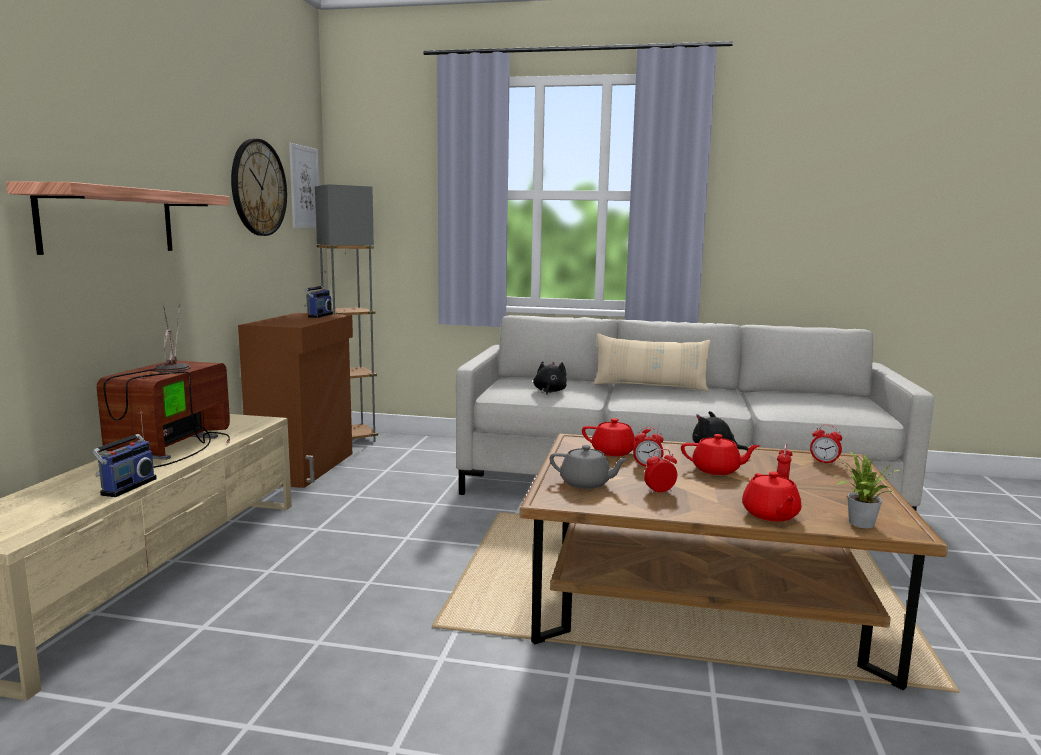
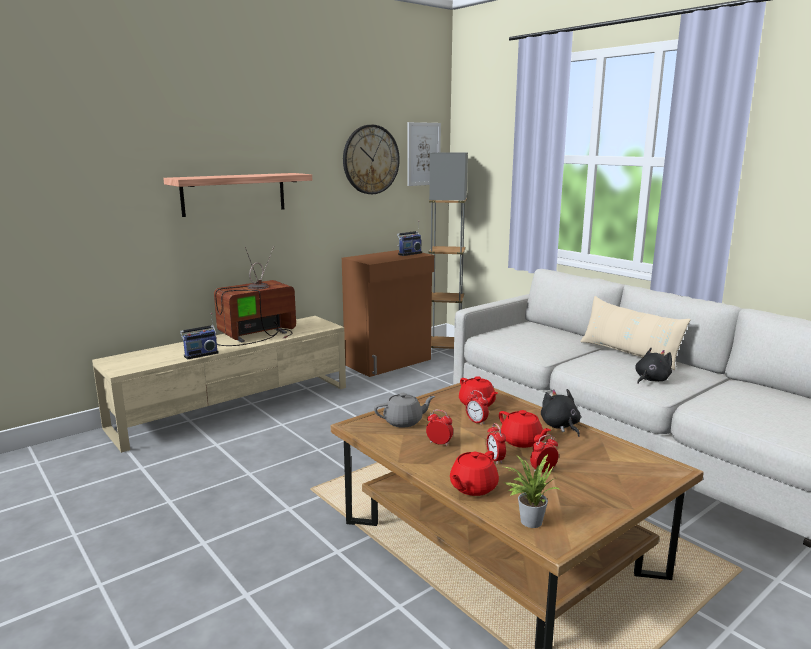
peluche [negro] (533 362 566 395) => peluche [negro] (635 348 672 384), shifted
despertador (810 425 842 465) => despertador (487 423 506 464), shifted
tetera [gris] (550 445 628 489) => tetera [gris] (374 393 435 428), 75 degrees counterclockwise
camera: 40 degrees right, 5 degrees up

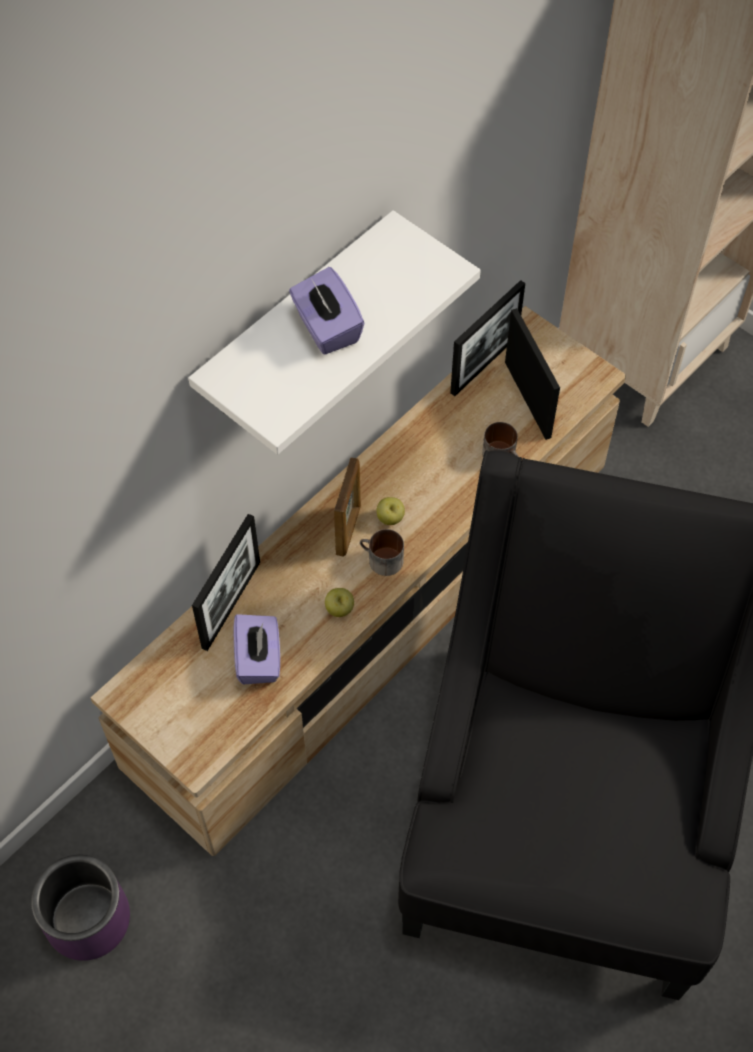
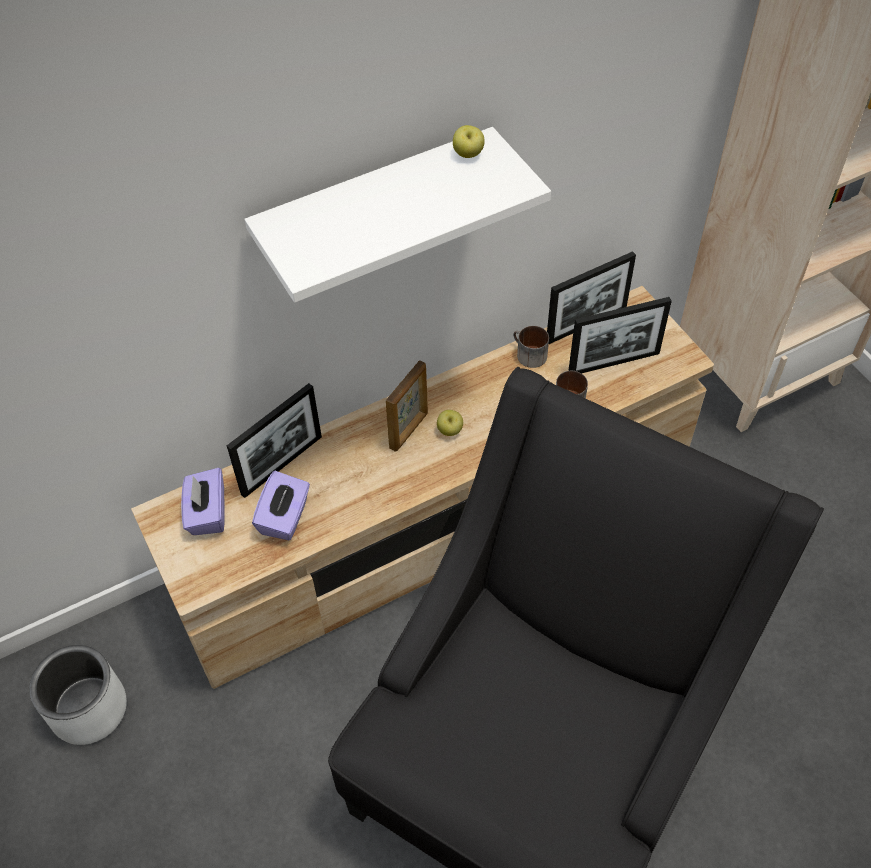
caja de pañuelos [morado] (289 267 364 354) => caja de pañuelos [morado] (181 468 224 535), shifted
portarretratos (505 308 560 440) => portarretratos (568 297 672 373), 75 degrees clockwise
taza grande (360 529 404 576) => taza grande (513 326 549 368), shifted
manzana (325 588 354 617) => manzana (453 125 485 158), shifted
maceta [morado] (31 855 130 961) => maceta [blanco] (29 645 127 745)
camera: 20 degrees right, 5 degrees down

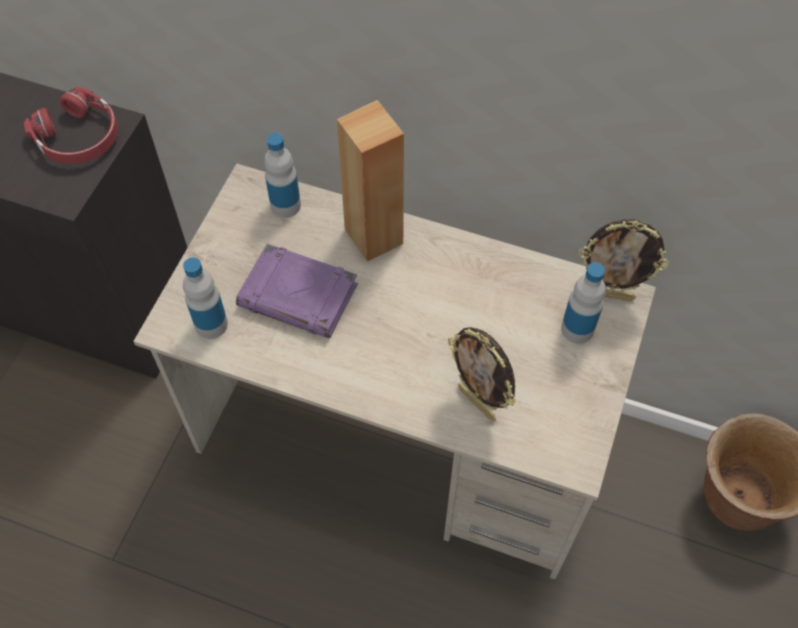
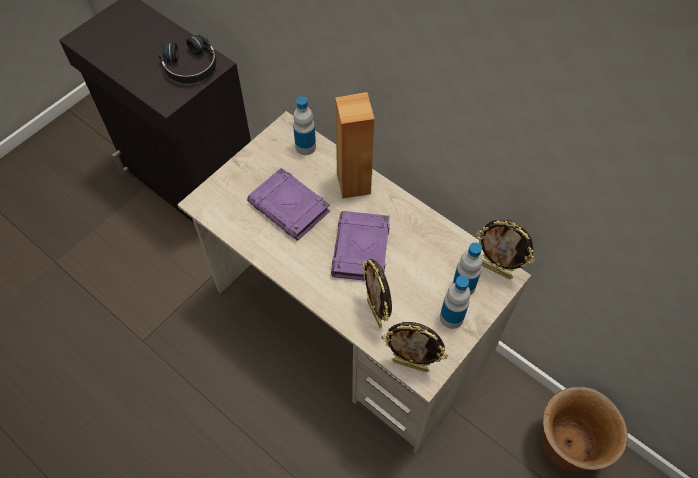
auriculares [rojo] (24 87 118 164) => auriculares [negro] (159 35 217 83)
botella (183 257 228 339) => botella (440 276 470 329), shifted
nothing => libro [morado] (331 211 390 281)
nothing => portarretratos (381 322 448 372)
camera: 20 degrees right, 0 degrees up

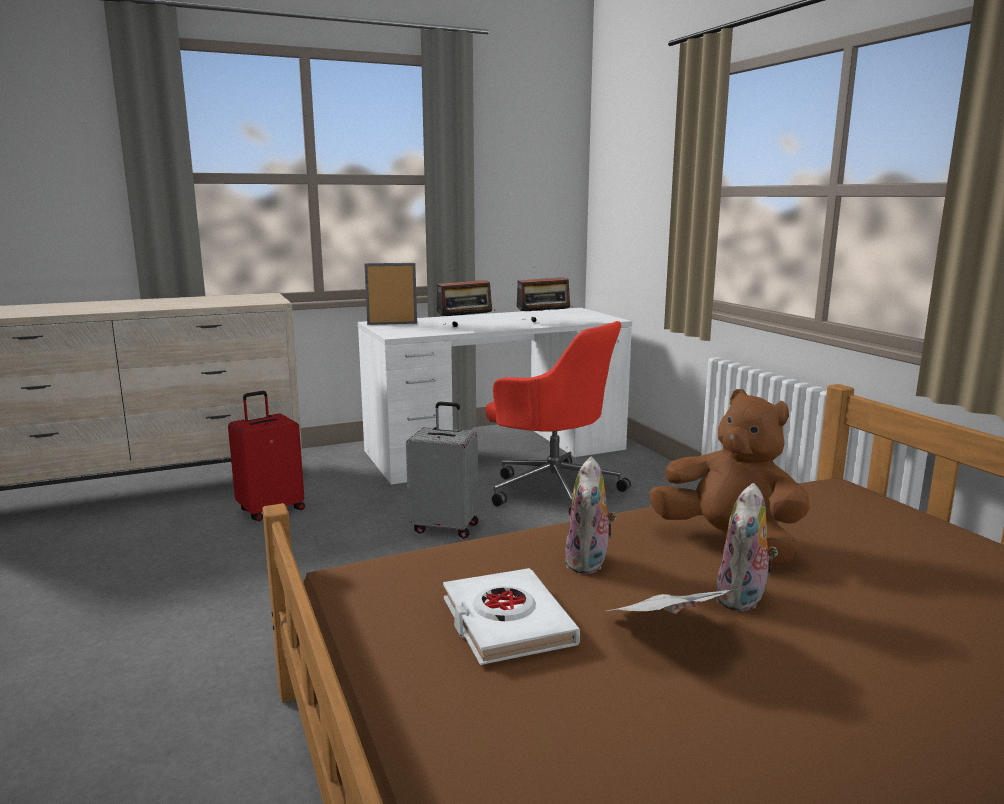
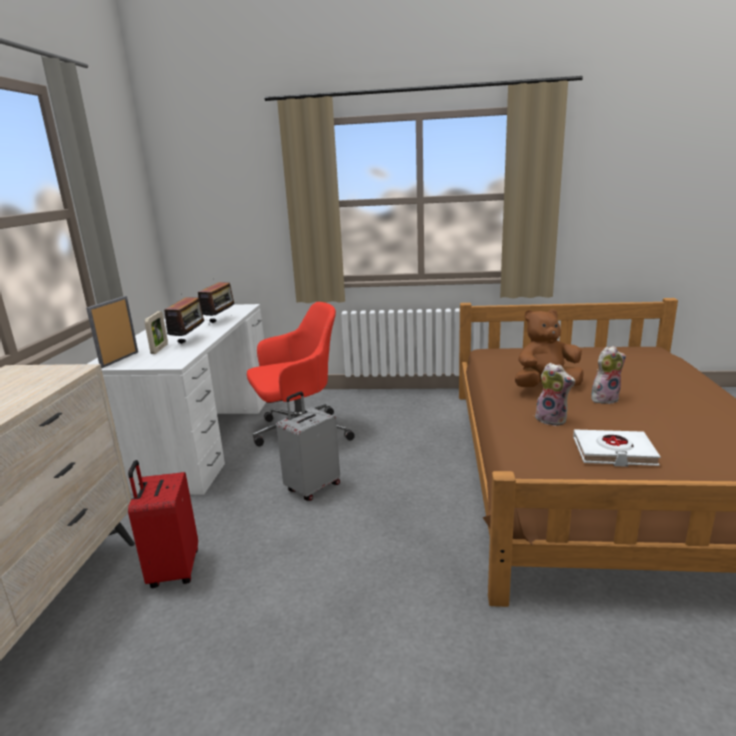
peluche (716 483 778 612) => peluche (591 346 626 404), 75 degrees counterclockwise
periódico (605 589 741 614) => nothing
nothing => portarretratos (144 311 168 354)
camera: 60 degrees left, 5 degrees up

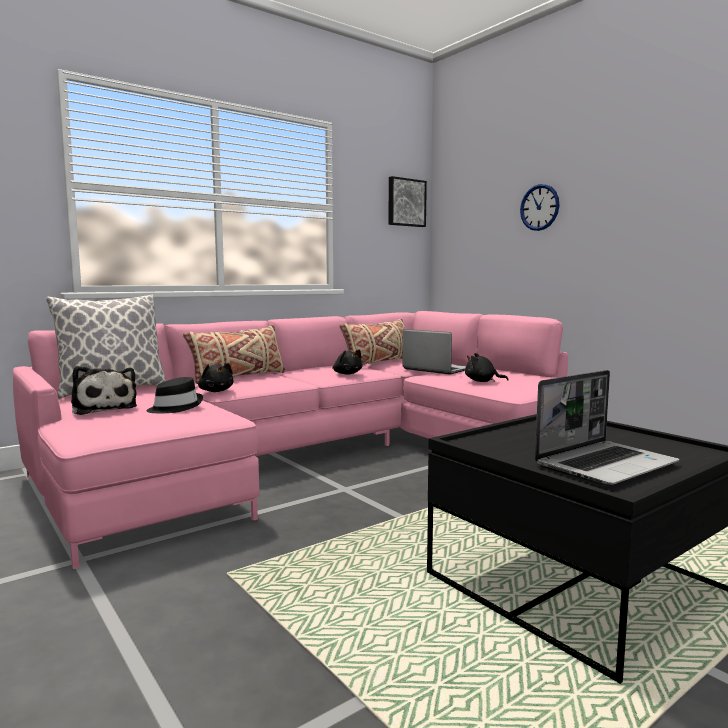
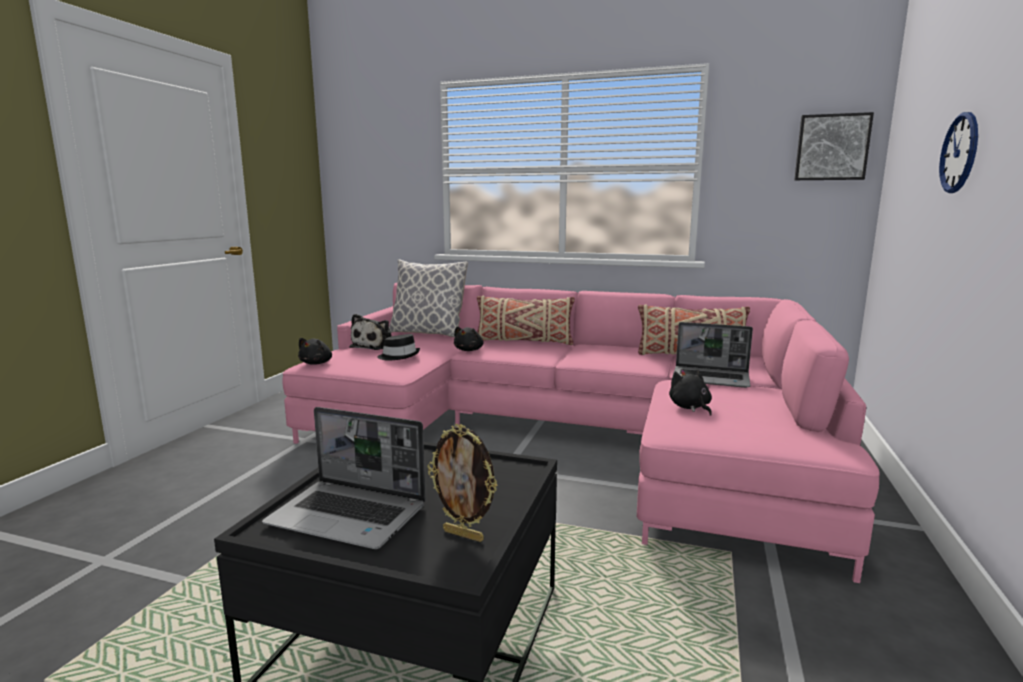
portátil (402 329 466 374) => portátil (672 322 753 388), 105 degrees clockwise
peluche [negro] (333 350 363 375) => peluche [negro] (298 338 332 365), shifted
nothing => portarretratos (428 424 497 542)
camera: 55 degrees right, 5 degrees up

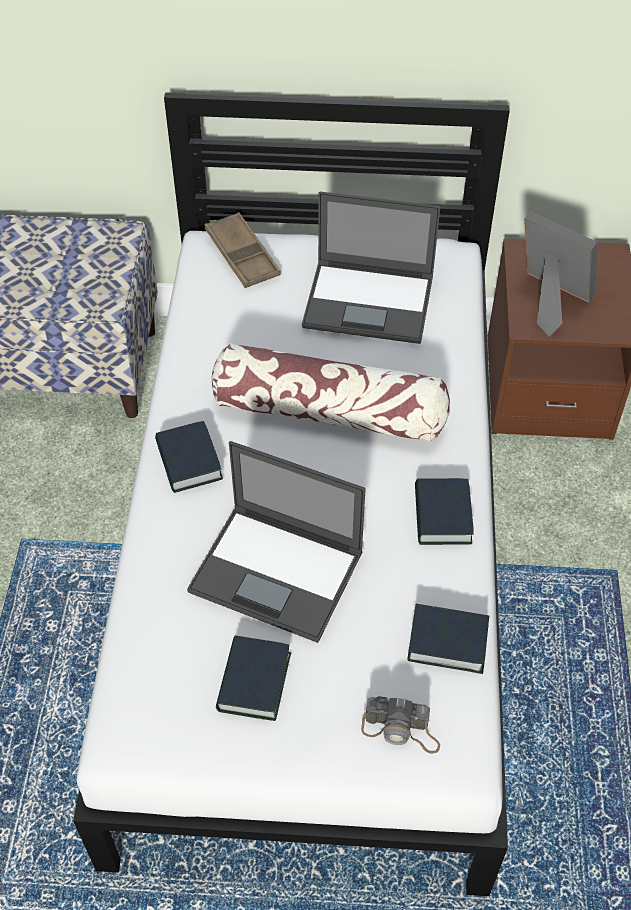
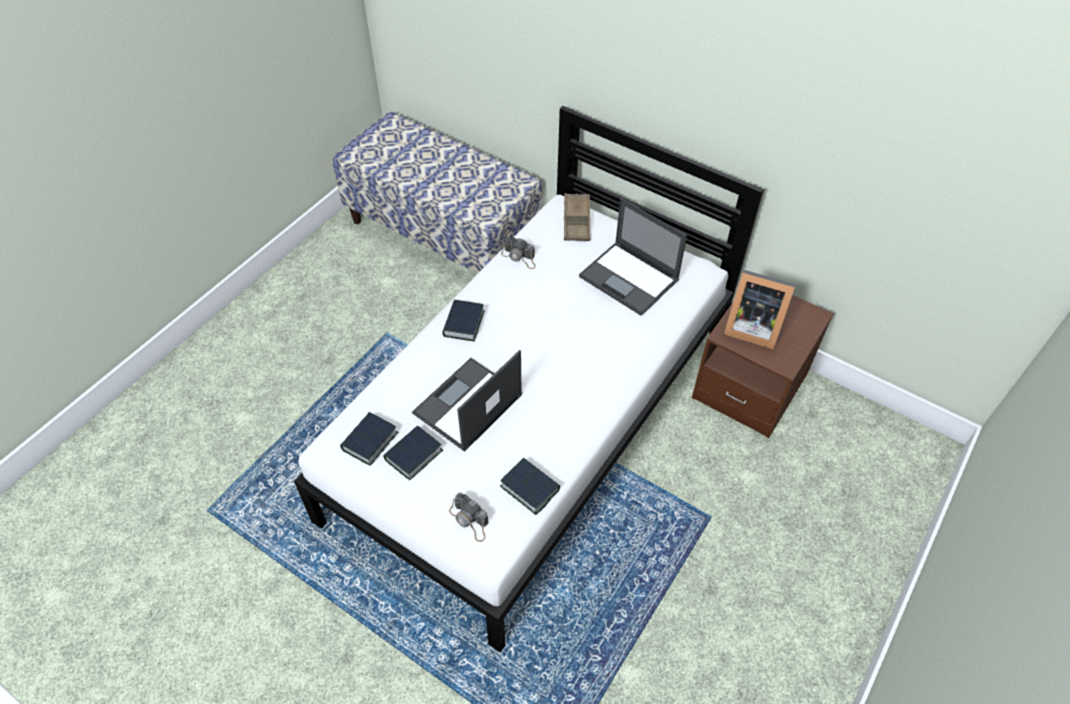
portarretratos (524 212 598 336) => portarretratos (724 270 796 349), 135 degrees clockwise
cojín (211 343 450 442) => nothing
portátil (187 441 366 643) => portátil (412 350 522 452), 75 degrees clockwise
libro (415 478 473 545) => libro (340 412 398 466), shifted
nothing => cámara (501 237 536 269)
camera: 30 degrees right, 0 degrees up

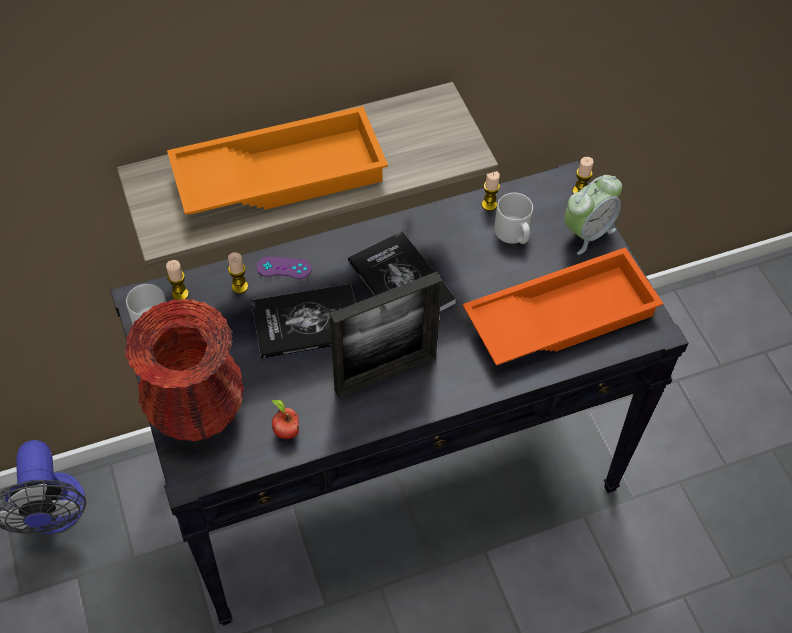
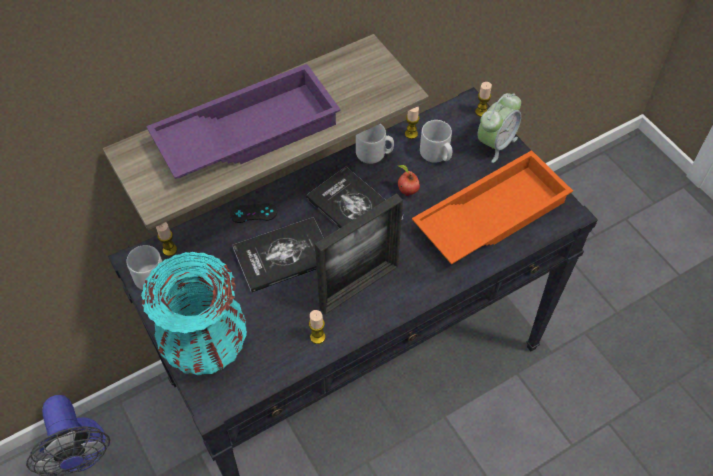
bandeja [naranja] (167 106 388 215) => bandeja [morado] (146 64 341 179)
vela (228 252 248 294) => vela (309 310 325 344), shifted
mando de consola [morado] (256 257 312 279) => mando de consola [negro] (230 203 277 223)
florero [rojo] (125 299 244 441) => florero [turquesa] (141 252 247 375)
manzana (272 400 299 439) => manzana (397 165 420 196), shifted
nothing => taza grande [gris] (356 124 394 164)
camera: 10 degrees left, 0 degrees up

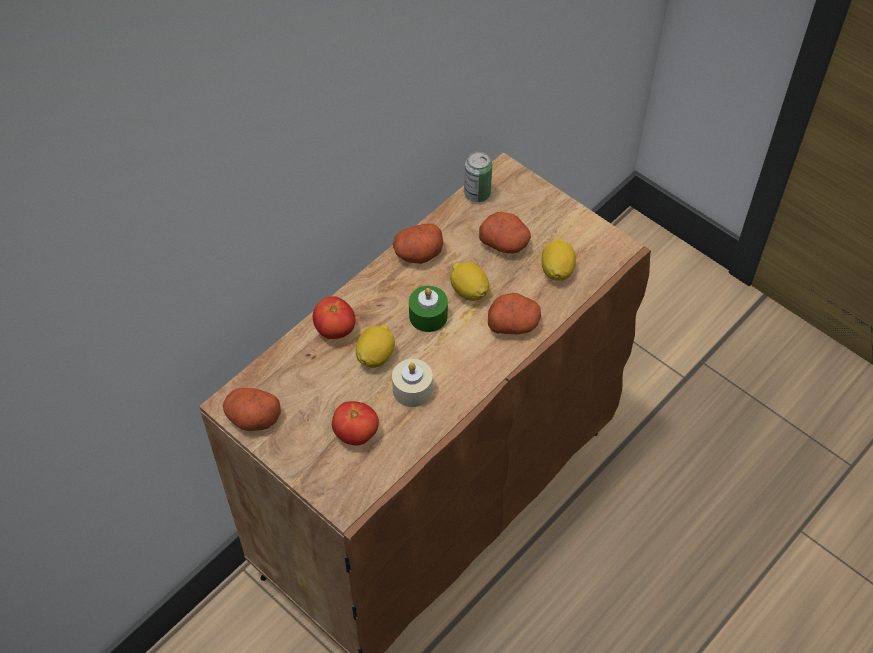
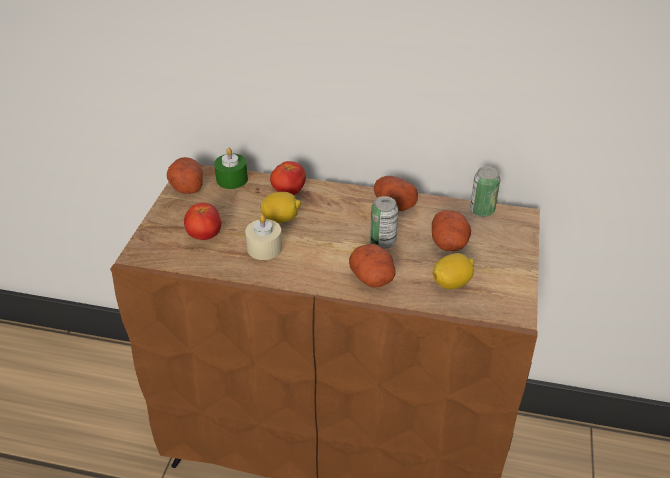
limón (450 262 489 301) => lata (370 196 398 249)
vela [verde] (409 286 448 332) => vela [verde] (214 148 248 189), shifted
camera: 60 degrees right, 15 degrees down

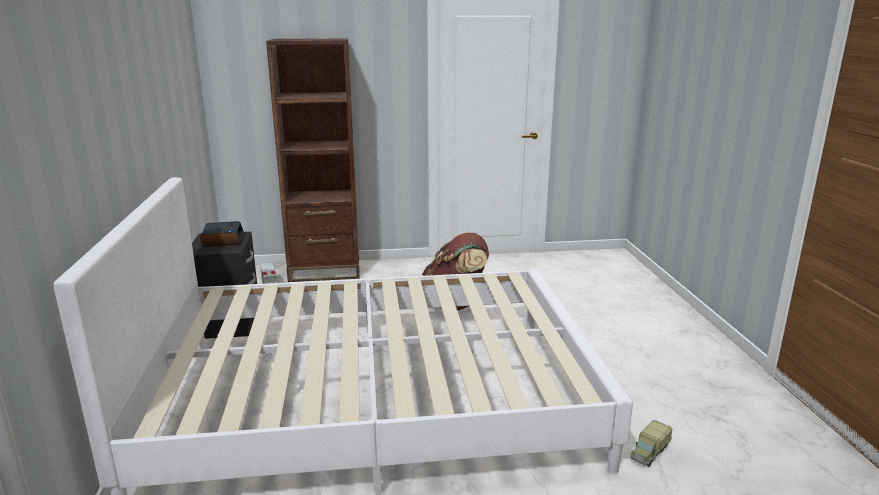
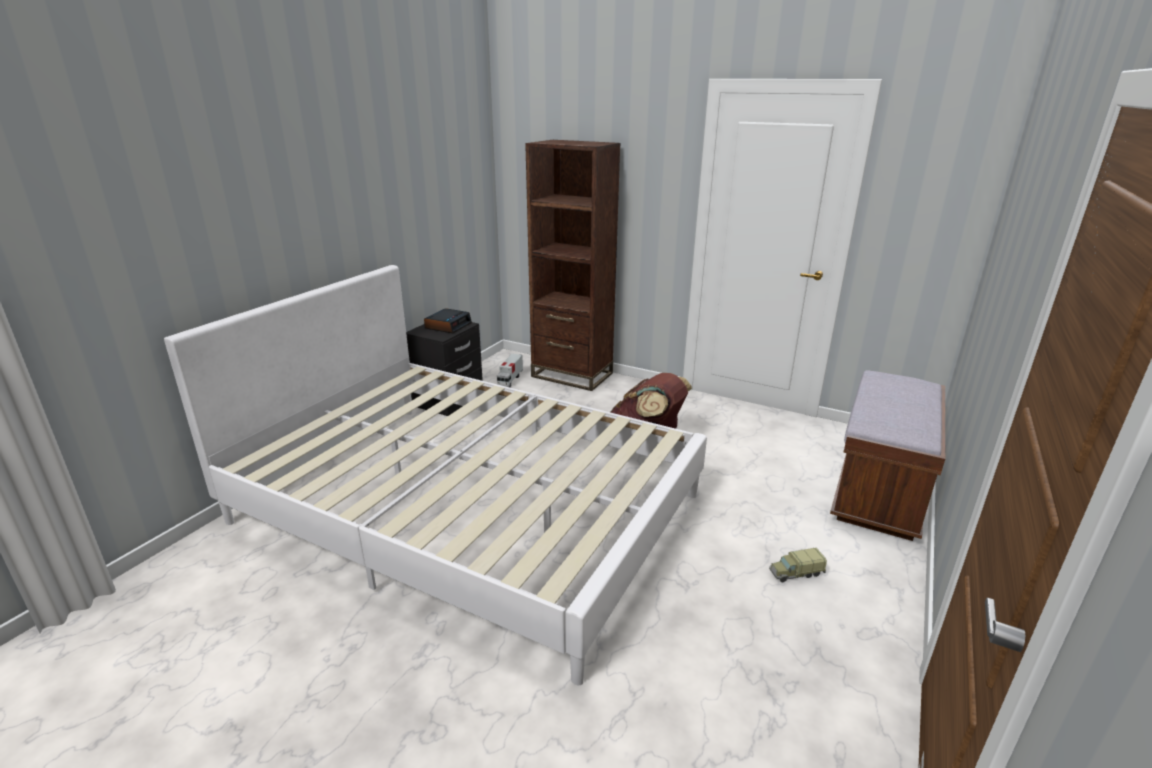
camión de juguete (630 420 672 467) => camión de juguete (769 548 827 582), shifted
nothing => banco [marrón] (830 370 945 541)
camera: 35 degrees right, 5 degrees up

